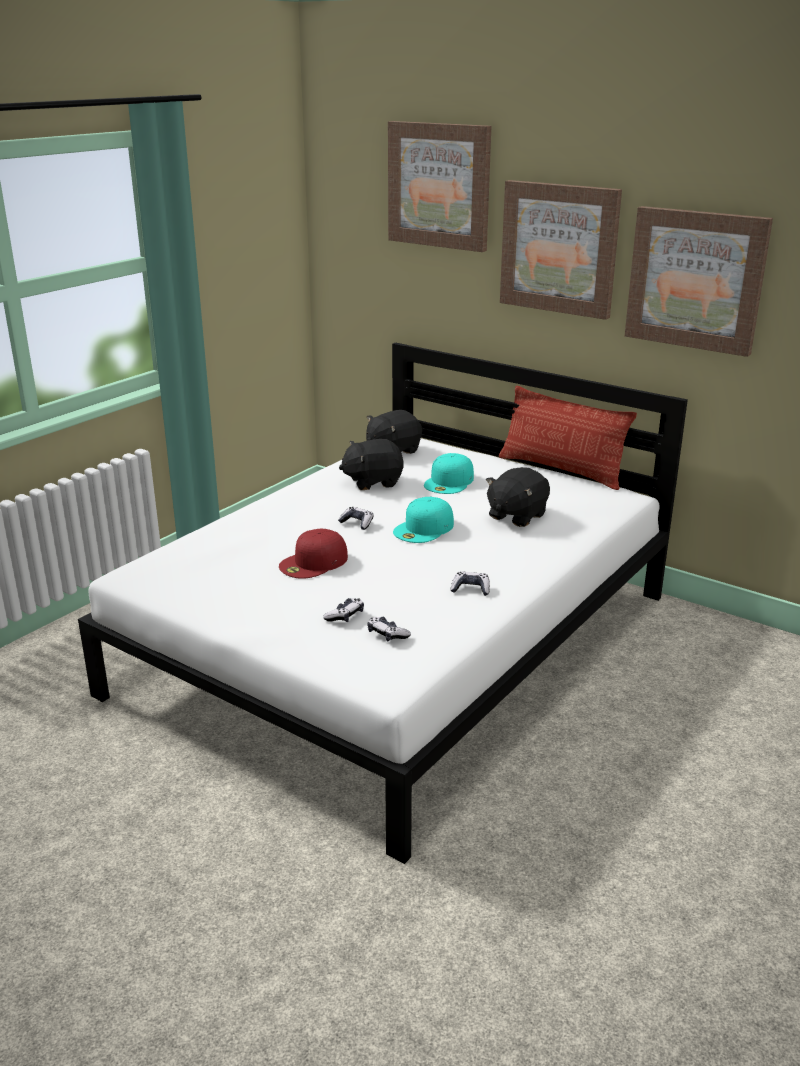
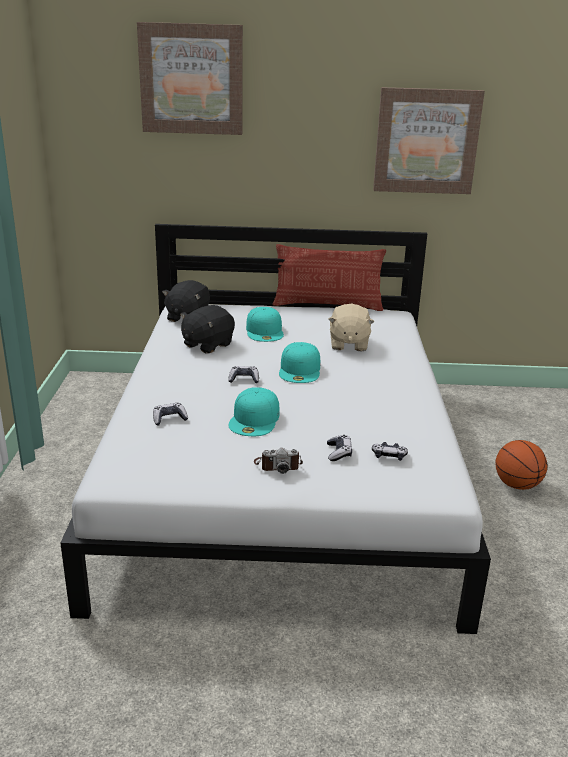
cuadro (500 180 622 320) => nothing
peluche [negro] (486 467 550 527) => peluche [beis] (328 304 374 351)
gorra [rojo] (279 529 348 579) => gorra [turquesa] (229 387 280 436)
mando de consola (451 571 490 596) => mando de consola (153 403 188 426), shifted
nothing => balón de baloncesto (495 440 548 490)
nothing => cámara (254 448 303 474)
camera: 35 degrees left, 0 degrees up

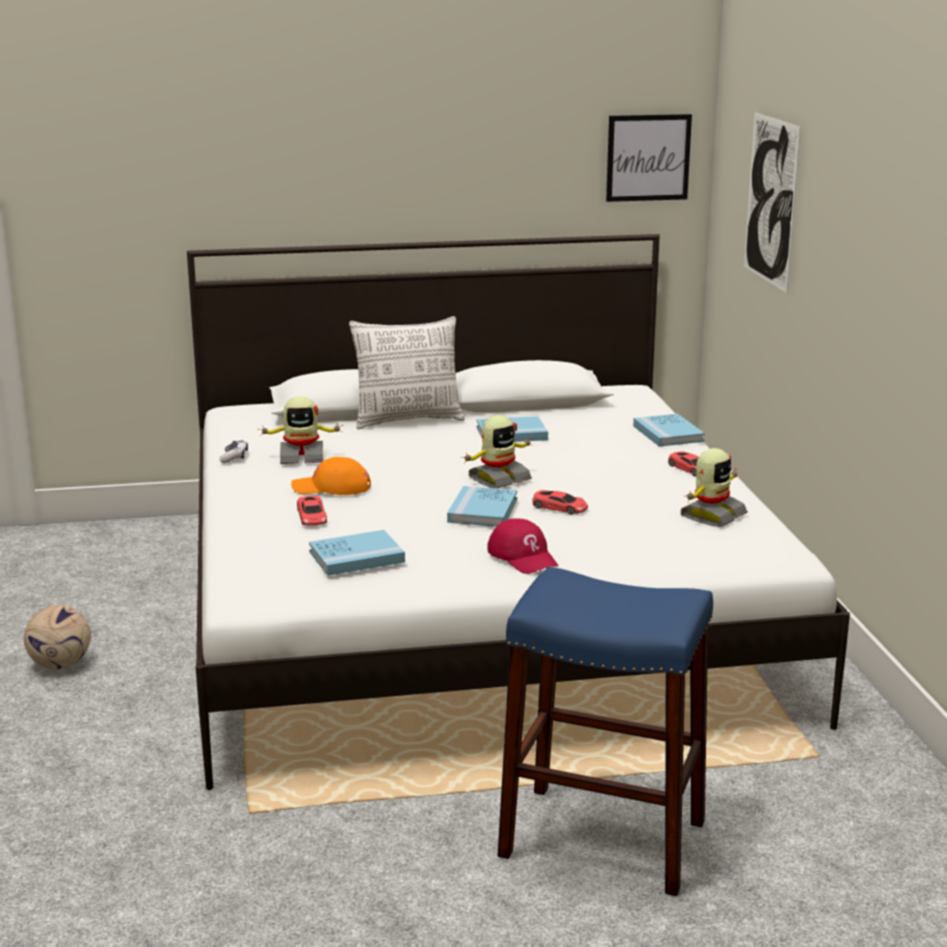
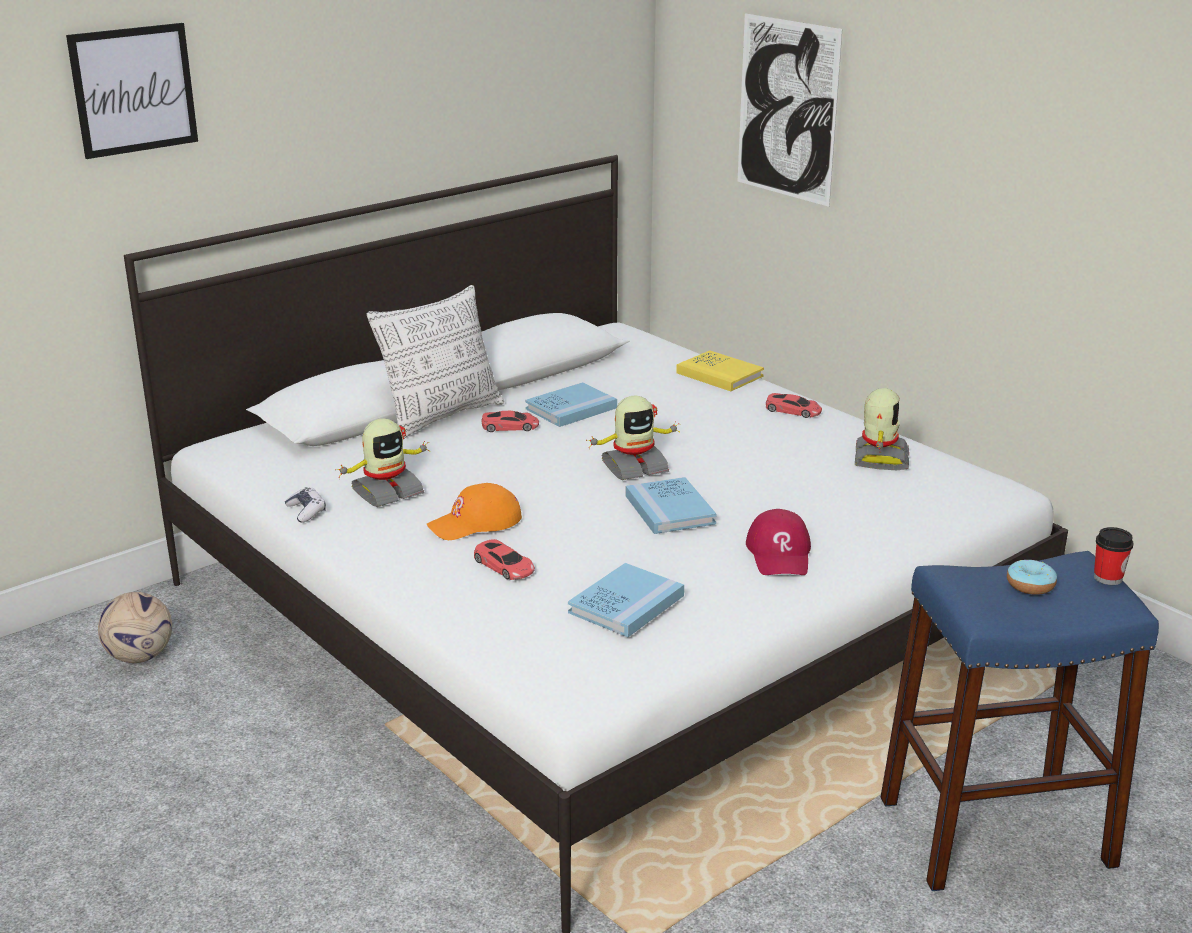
cuadro (606 114 692 202) => cuadro (66 23 198 159), shifted
libro [azul] (633 414 705 447) => libro [amarillo] (676 351 764 391)
robot de juguete (461 415 533 489) => robot de juguete (586 396 681 480), 45 degrees clockwise
coche de juguete [rojo] (532 490 588 514) => coche de juguete [rojo] (481 411 539 432), shifted
gorra [rojo] (487 518 559 574) => gorra [rojo] (746 509 811 575), 60 degrees clockwise
balón de fútbol (24 605 91 669) => balón de fútbol (98 592 172 663), shifted
nothing => taza (1094 527 1134 585)
nothing => rosquilla (1007 560 1057 595)
camera: 30 degrees left, 5 degrees up

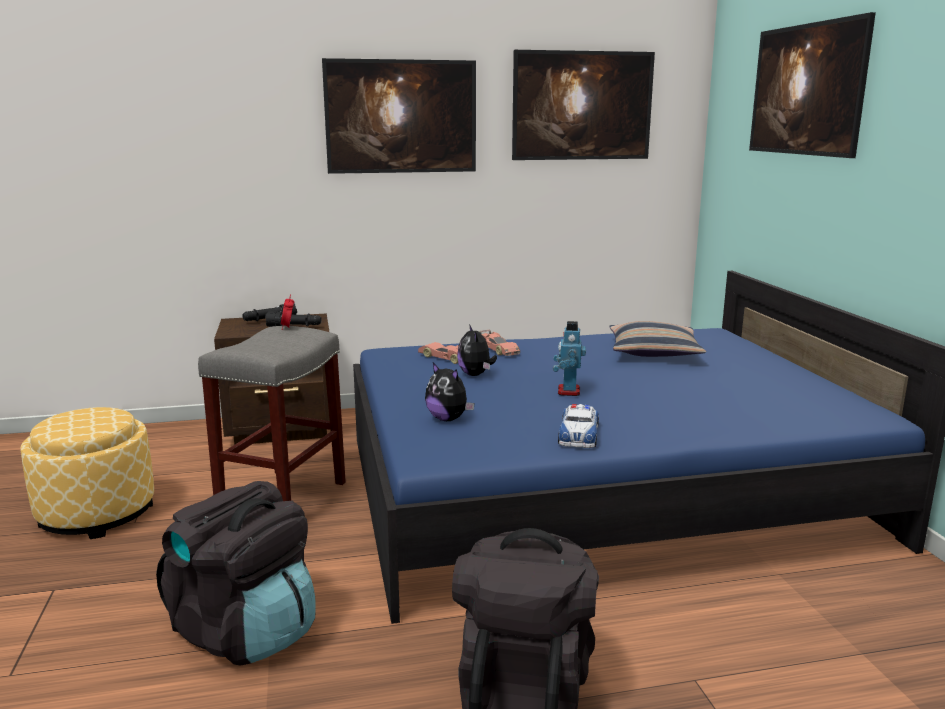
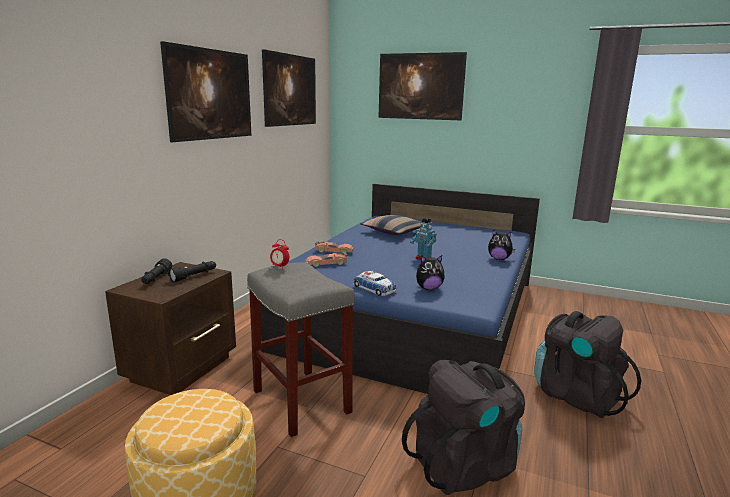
peluche (457 324 497 376) => peluche (488 230 515 260), shifted
coche de juguete (558 404 599 448) => coche de juguete (353 270 396 296), shifted
camera: 55 degrees left, 0 degrees up

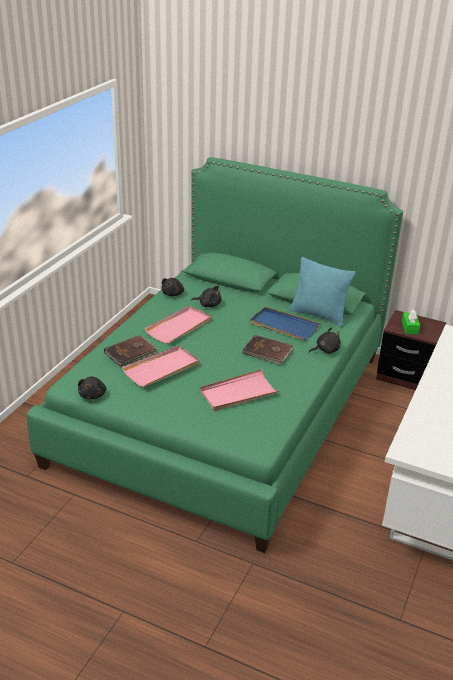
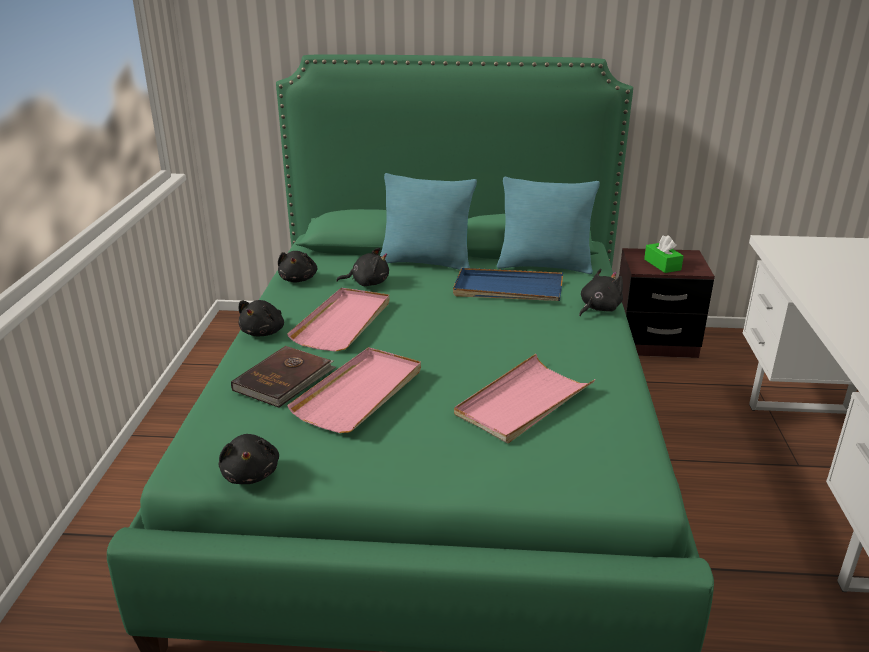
libro [marrón] (242 335 293 365) => nothing
nothing => cojín [turquesa] (380 173 477 270)
nothing => peluche [negro] (238 300 284 336)
camera: 20 degrees left, 5 degrees down

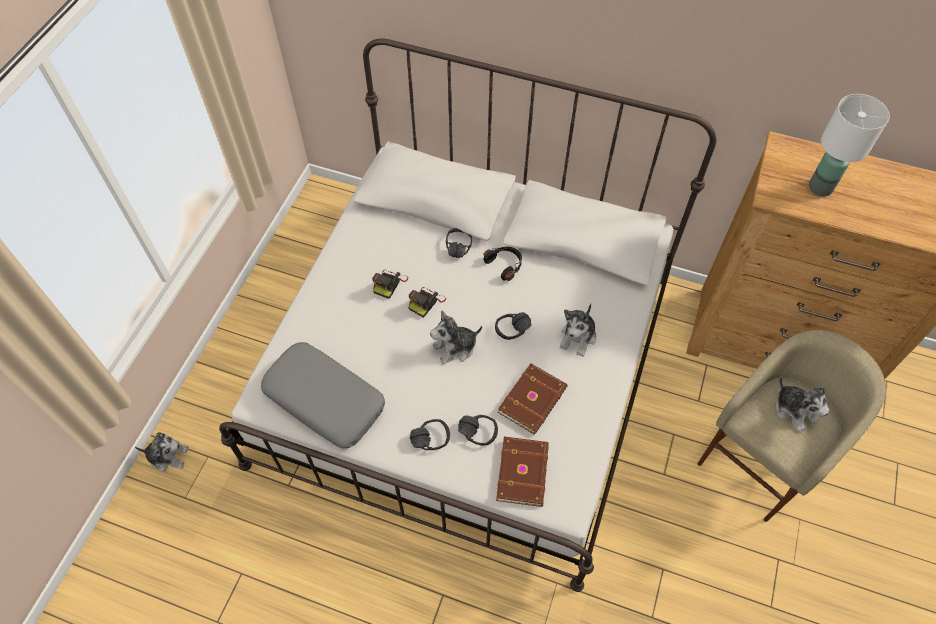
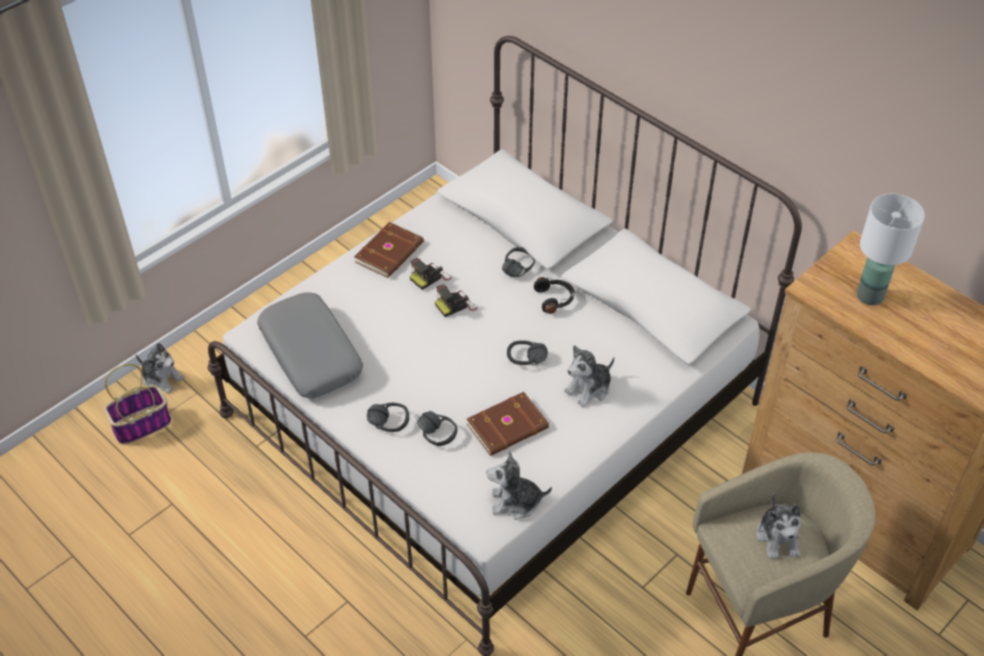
peluche (430 311 482 365) => peluche (487 451 552 520), shifted
libro [marrón] (496 436 549 507) => libro [marrón] (354 222 424 278), shifted
nothing => cesta (104 364 171 445)
camera: 25 degrees right, 10 degrees down

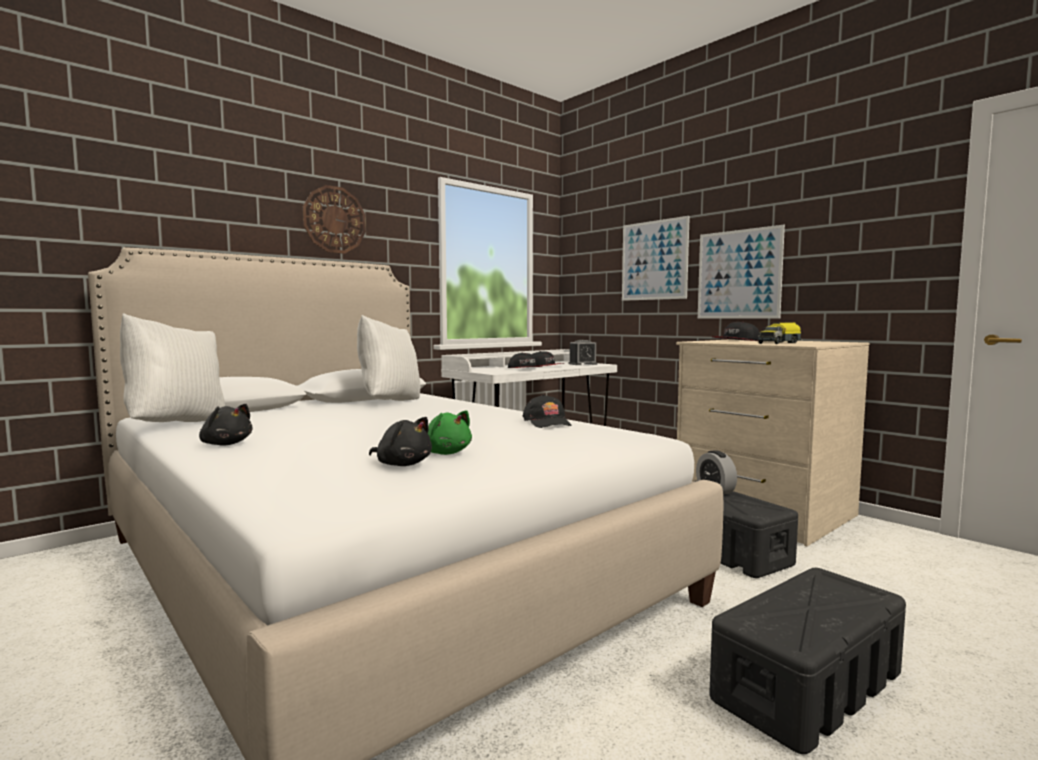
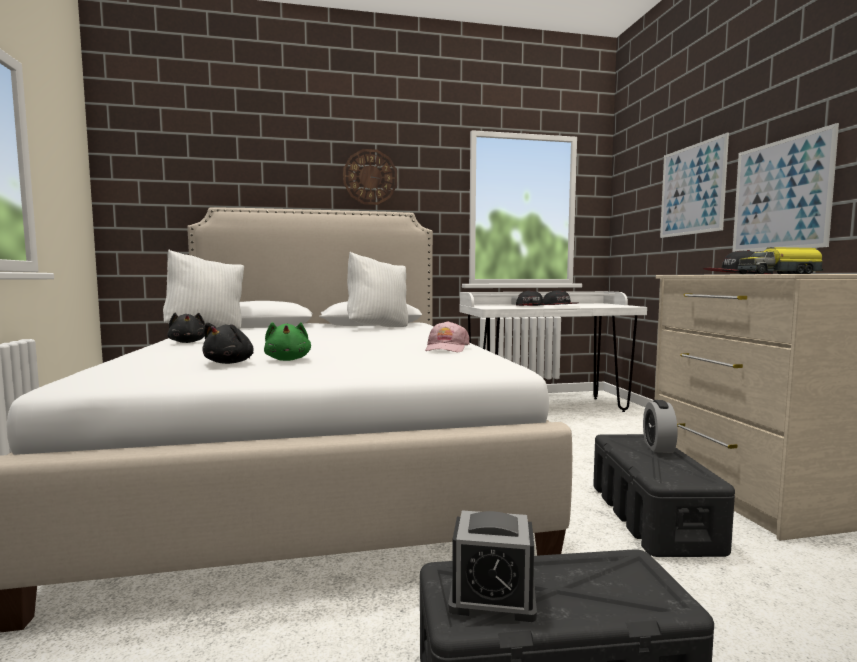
despertador (569 340 597 365) => despertador (448 510 537 622), shifted
gorra [negro] (523 394 572 428) => gorra [rosa] (425 321 470 352)
peluche [negro] (369 417 432 466) => peluche [negro] (202 323 254 364), 45 degrees clockwise
camera: 30 degrees right, 0 degrees up

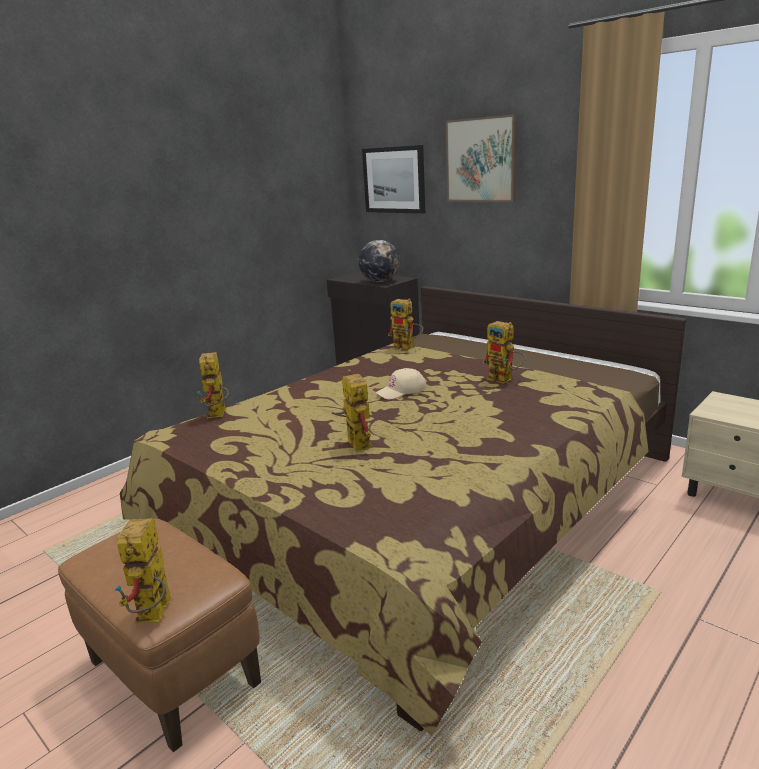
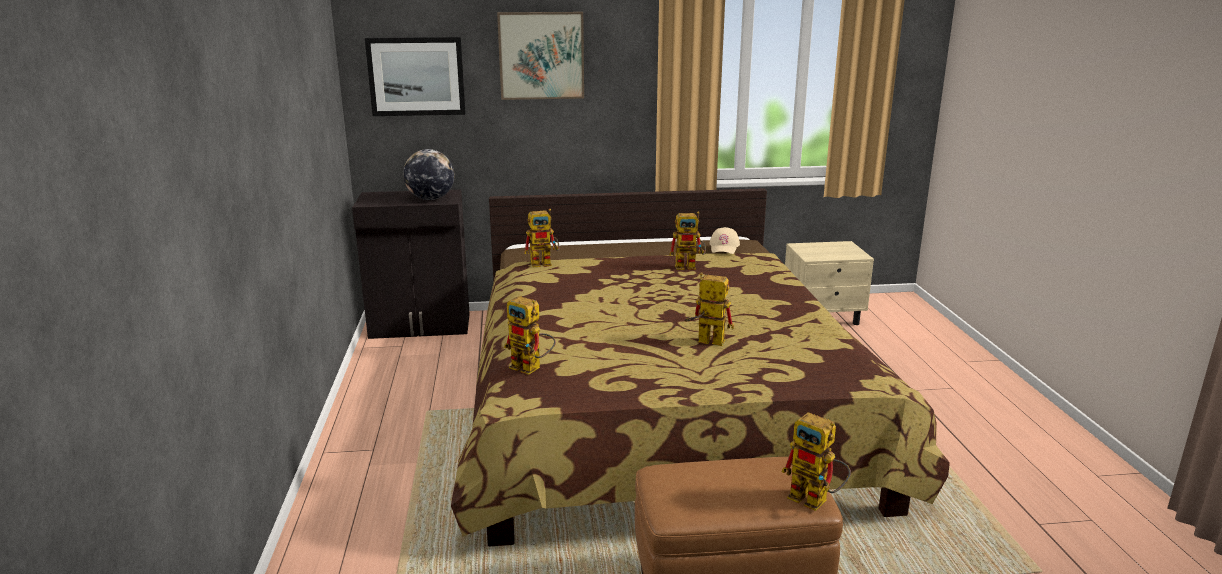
gorra [beis] (375 368 427 400) => gorra [beis] (709 227 740 254), shifted
camera: 50 degrees left, 0 degrees up

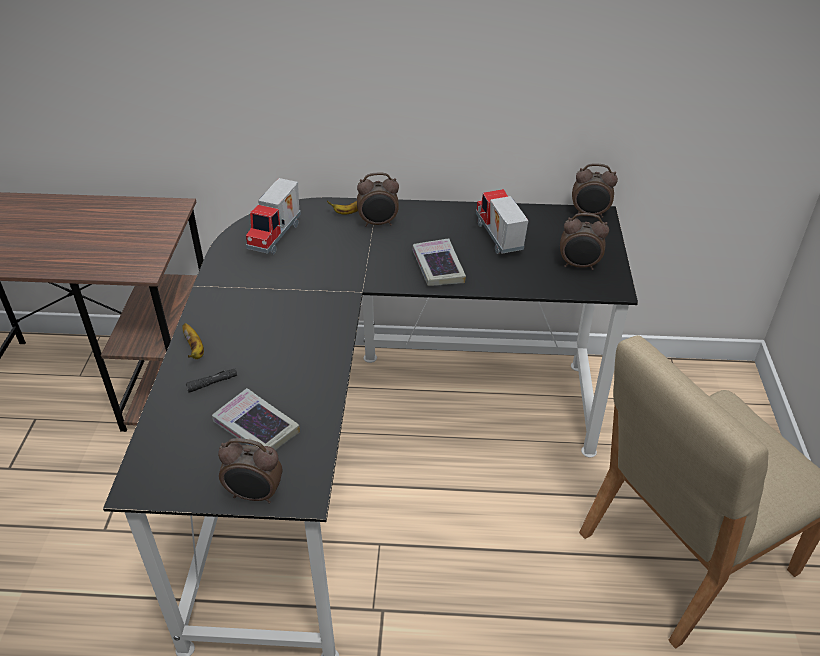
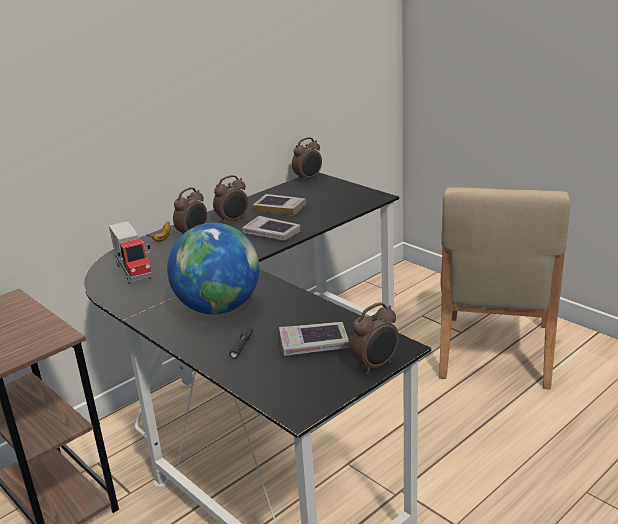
camión de juguete (476 189 528 254) => libro (253 194 306 216)
despertador (560 213 609 270) => despertador (213 175 248 225), shifted
plátano (182 323 204 359) => nothing
nothing => globo terráqueo (167 223 259 315)
camera: 45 degrees left, 15 degrees down

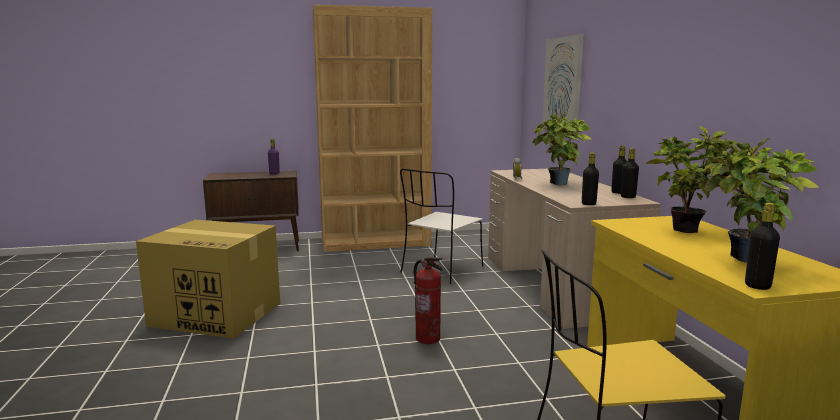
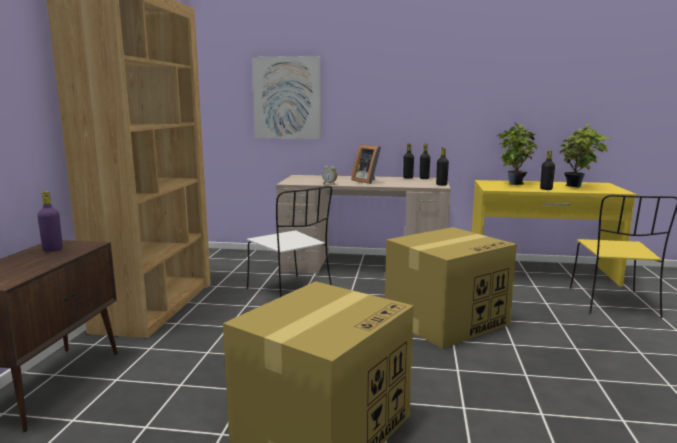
planta en maceta (532 112 591 185) => portarretratos (351 145 381 184)
botella [negro] (745 203 780 290) => botella [negro] (540 150 555 190), shifted
extintor (414 257 443 344) => caja de cartón (385 227 517 349)
camera: 70 degrees left, 0 degrees up

